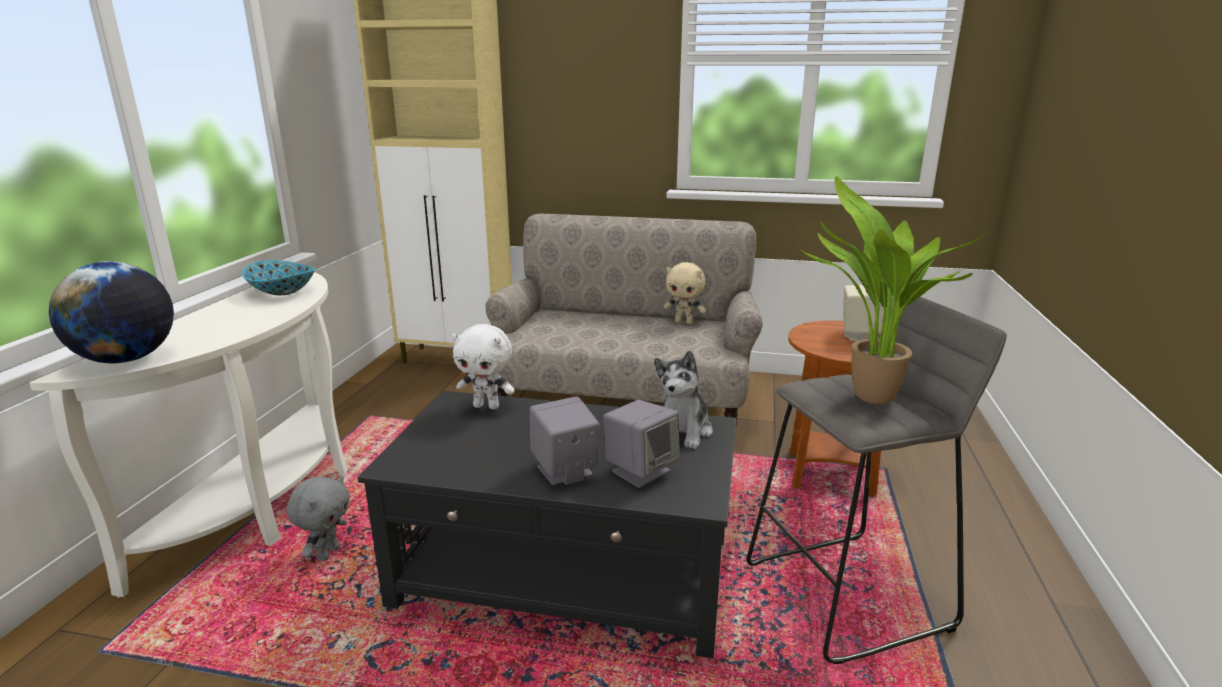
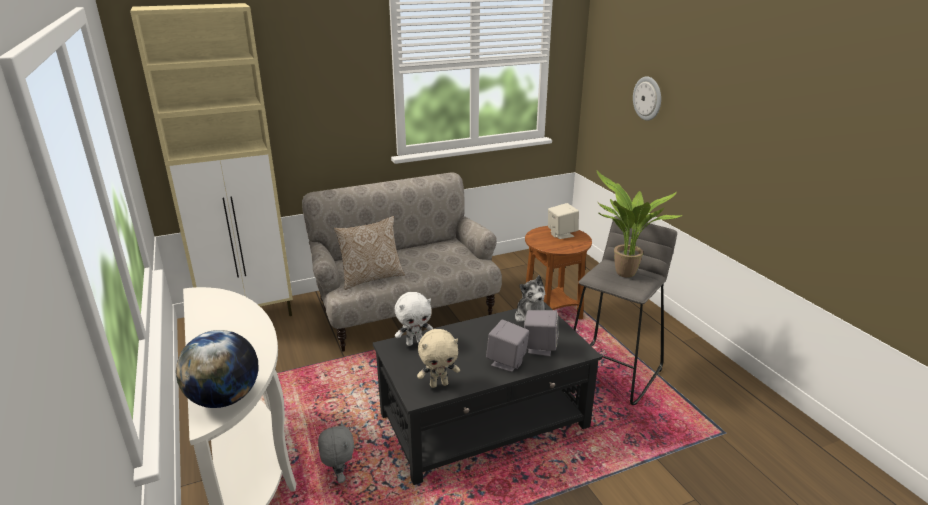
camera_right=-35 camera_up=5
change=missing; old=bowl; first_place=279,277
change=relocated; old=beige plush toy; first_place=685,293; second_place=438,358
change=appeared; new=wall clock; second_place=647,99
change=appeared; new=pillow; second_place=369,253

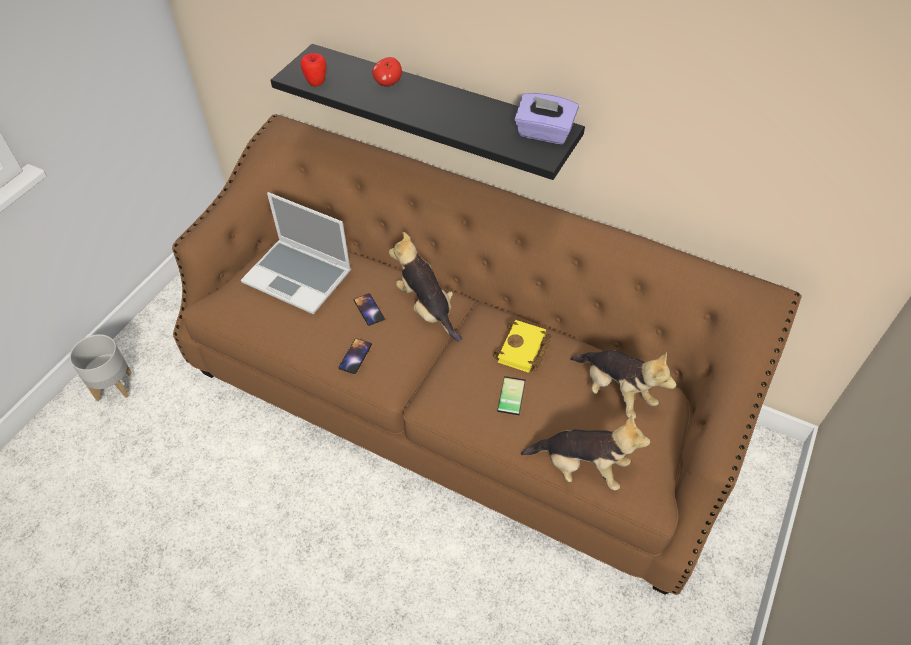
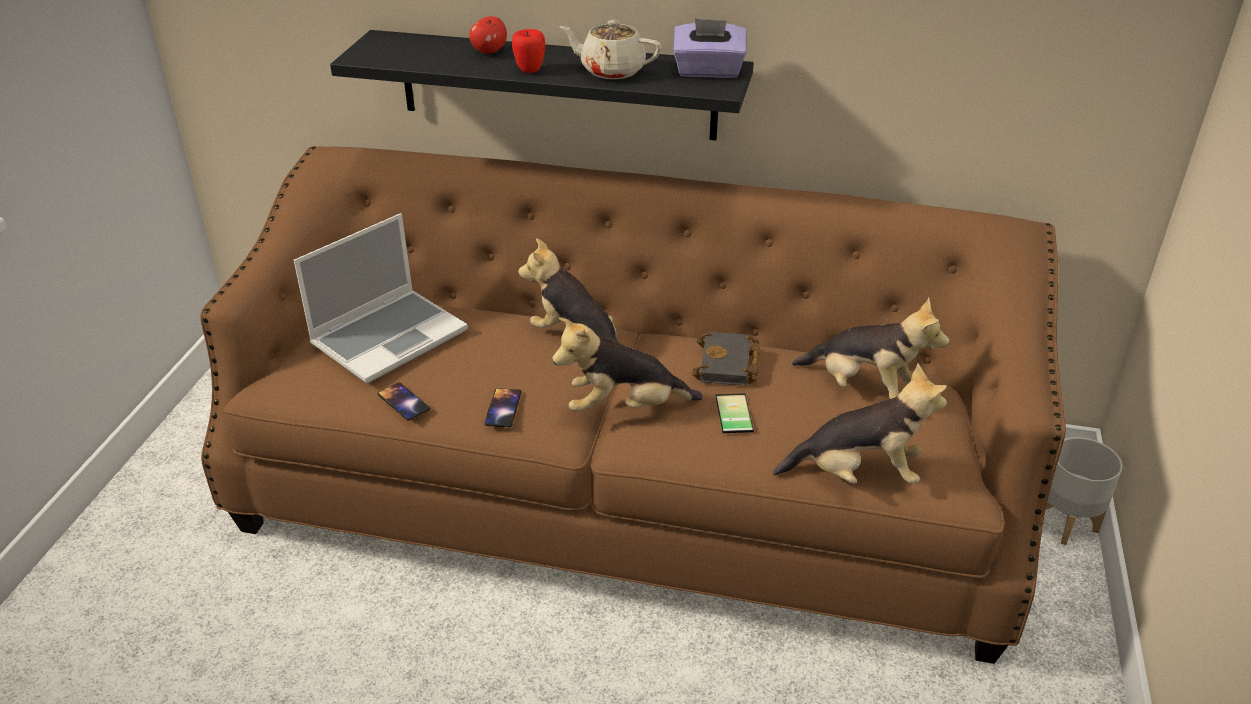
camera_right=-15 camera_up=-15
change=relocated; old=apple; first_place=313,69; second_place=528,51
change=spun; old=laptop; first_place=296,253; second_place=381,298; degrees=-60
change=relocated; old=phone; first_place=369,309; second_place=403,401
change=colour; old=yellow book; new=black book; first_place=522,346; second_place=726,359
change=relocated; old=grey planter; first_place=100,367; second_place=1084,491
change=appeared; new=beige teapot; second_place=610,49
change=appeared; new=plush toy; second_place=627,364

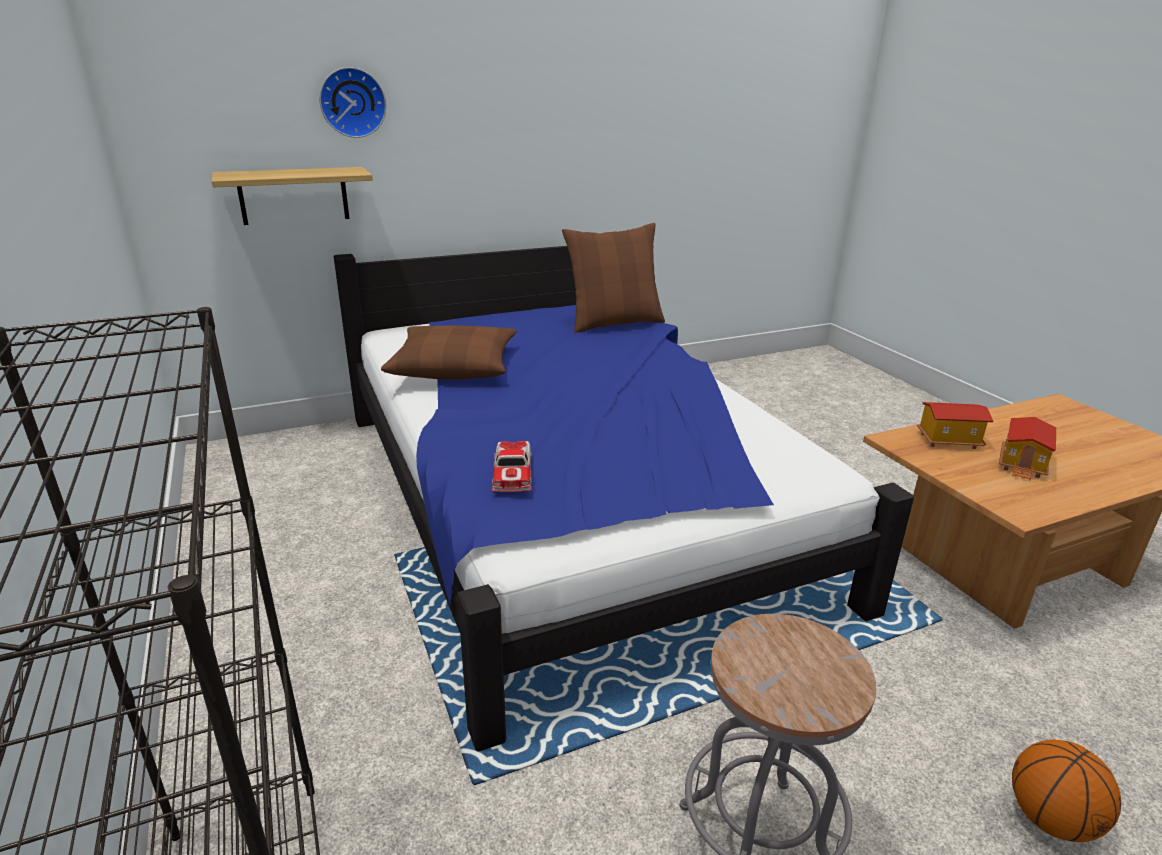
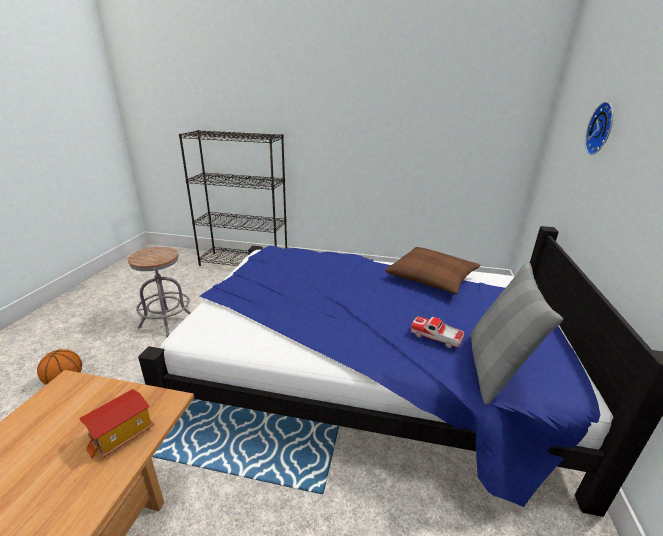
camera_right=125 camera_up=0
change=missing; old=shelf; first_place=292,196
change=colour; old=brown pillow; new=grey pillow; first_place=613,278; second_place=517,333
change=missing; old=toy house; first_place=1027,448
change=relocated; old=toy car; first_place=512,466; second_place=437,332

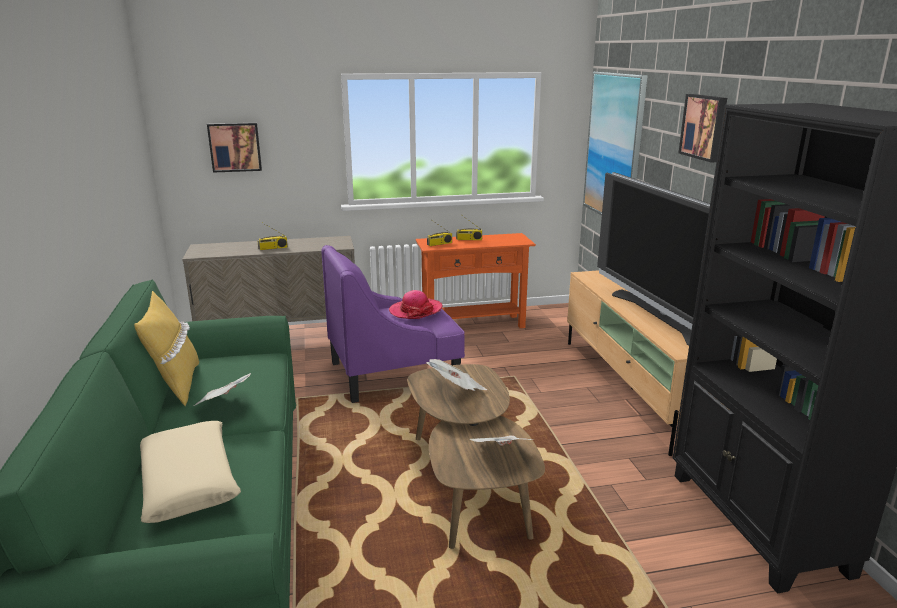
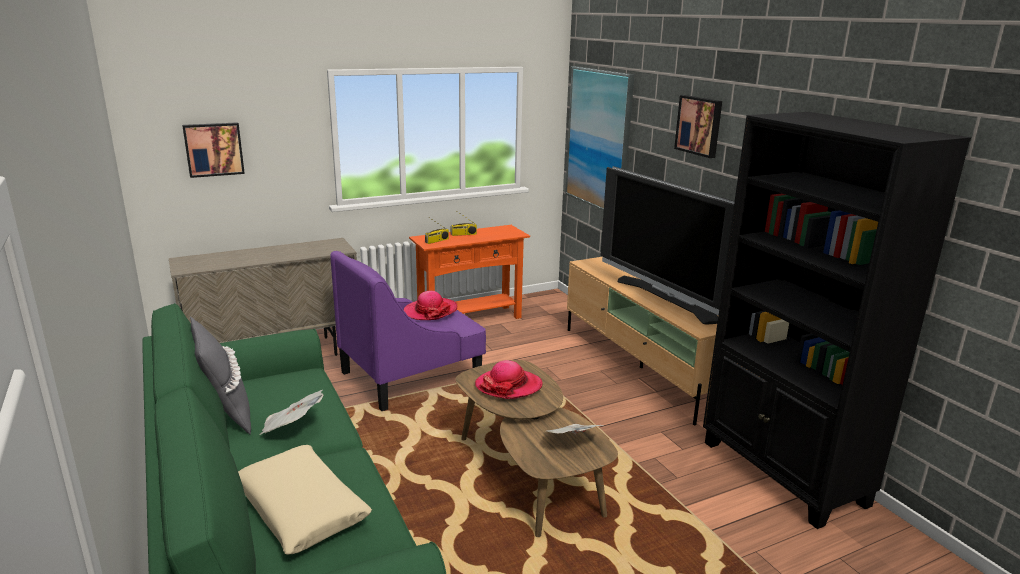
camera_right=-15 camera_up=0
change=missing; old=radio; first_place=272,236
change=colour; old=yellow pillow; new=grey pillow; first_place=166,348; second_place=220,376
change=exchanged; old=newspaper; new=hat; first_place=456,375; second_place=509,379

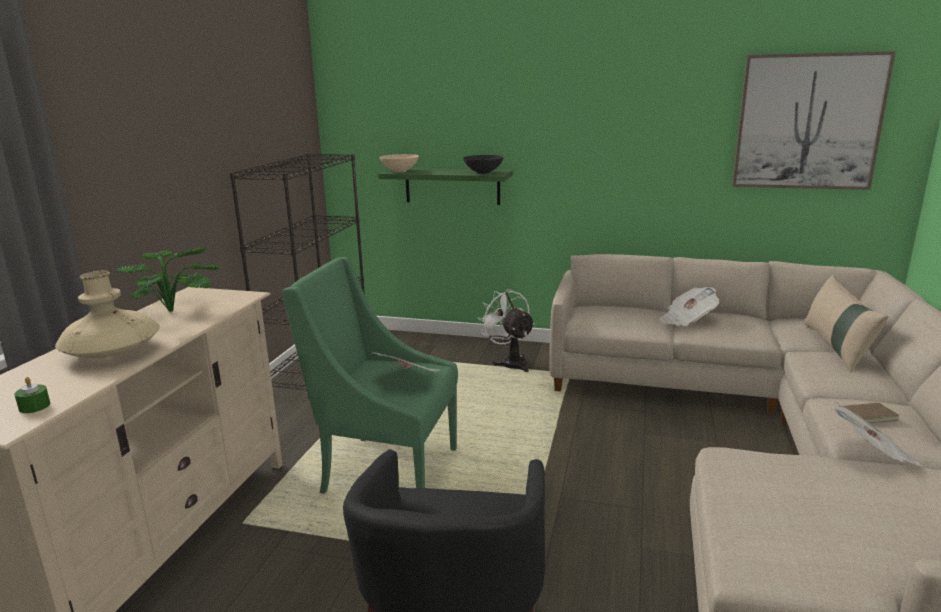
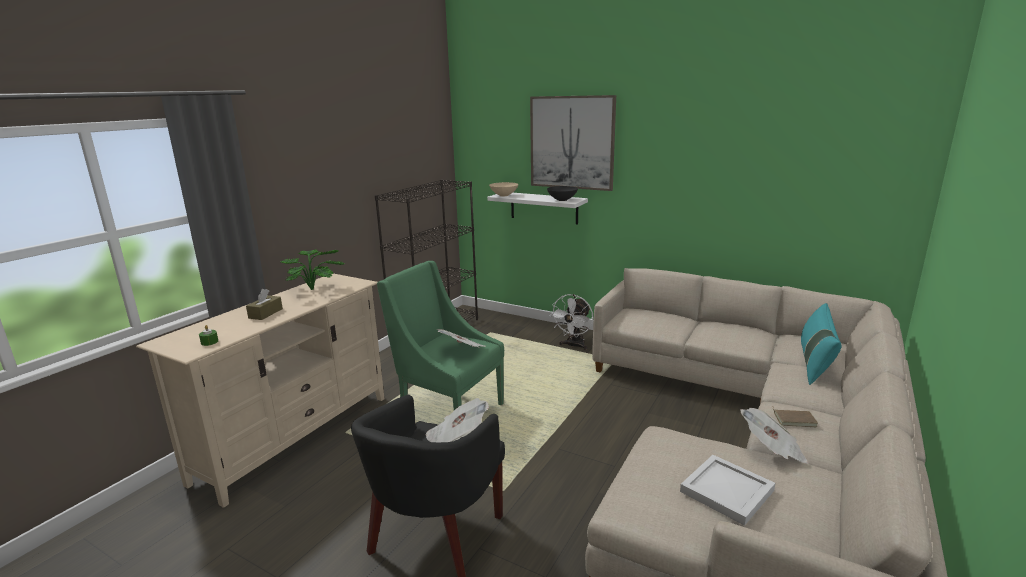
camera_right=15 camera_up=0
change=relocated; old=picture; first_place=814,120; second_place=573,143
change=colour; old=green shelf; new=white shelf; first_place=445,186; second_place=537,209
change=exchanged; old=beige vase; new=brown tissue box; first_place=107,314; second_place=264,304
change=colour; old=beige pillow; new=turquoise pillow; first_place=846,323; second_place=821,344
change=relocated; old=newspaper; first_place=690,306; second_place=457,420
change=spun; old=white fan; first_place=506,330; second_place=571,322; degrees=-135
change=appeared; new=white tray; second_place=727,490

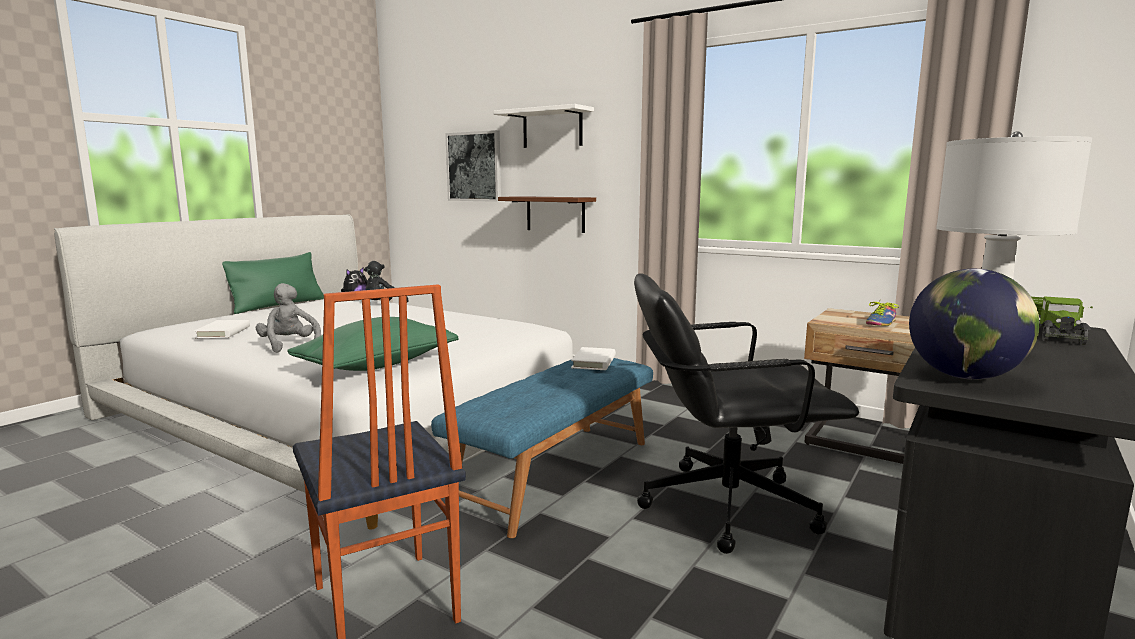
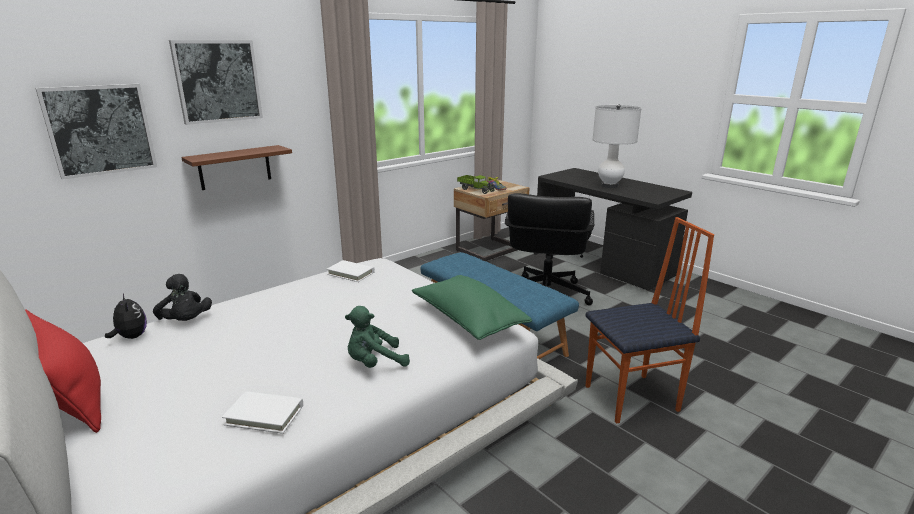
camera_right=-75 camera_up=10
change=exchanged; old=white shelf; new=picture; first_place=543,126; second_place=216,82
change=colour; old=green pillow; new=red pillow; first_place=273,283; second_place=63,371
change=missing; old=globe; first_place=974,324
change=colour; old=grey plush toy; new=green plush toy; first_place=288,318; second_place=377,337
change=relocated; old=toy truck; first_place=1062,320; second_place=476,184
change=relocated; old=white book; first_place=593,358; second_place=350,271

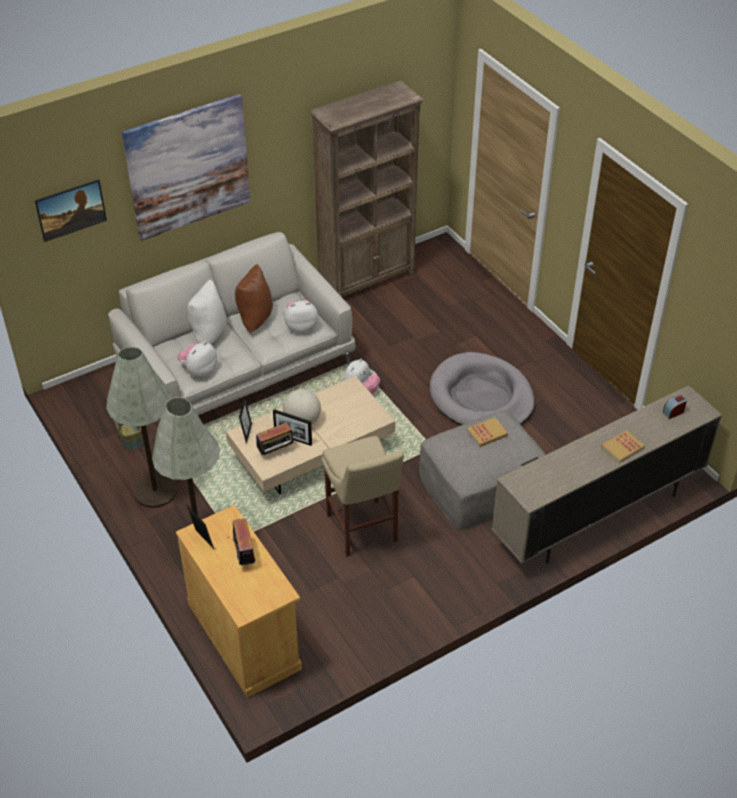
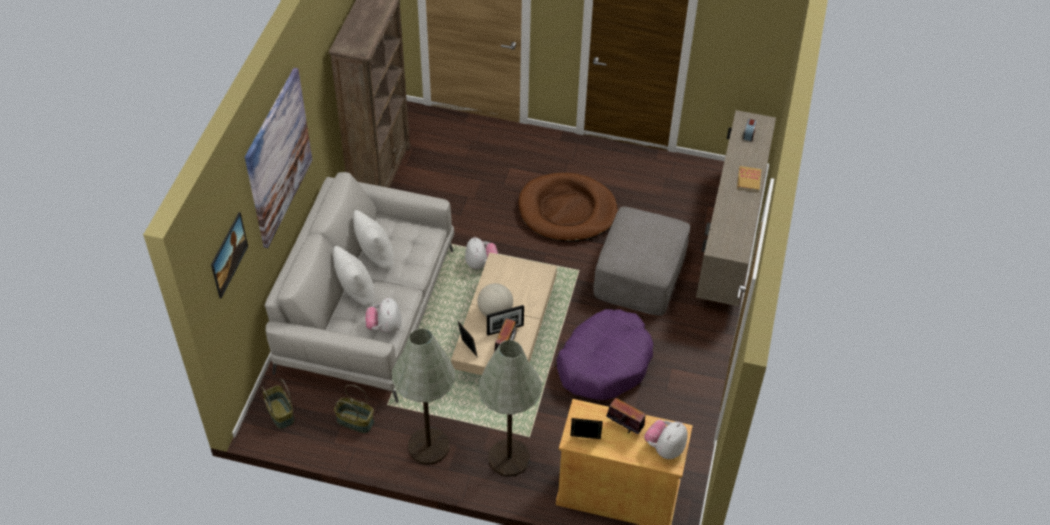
camera_right=-45 camera_up=5
change=colour; old=brown pillow; new=white pillow; first_place=254,298; second_place=373,240
change=relocated; old=plush toy; first_place=301,316; second_place=666,439
change=colour; old=grey dog bed; new=brown dog bed; first_place=482,389; second_place=568,207
change=missing; old=book; first_place=487,432
change=exchanged; old=beige stool; new=purple dog bed; first_place=363,496; second_place=605,354
change=appeared; new=basket; second_place=277,403

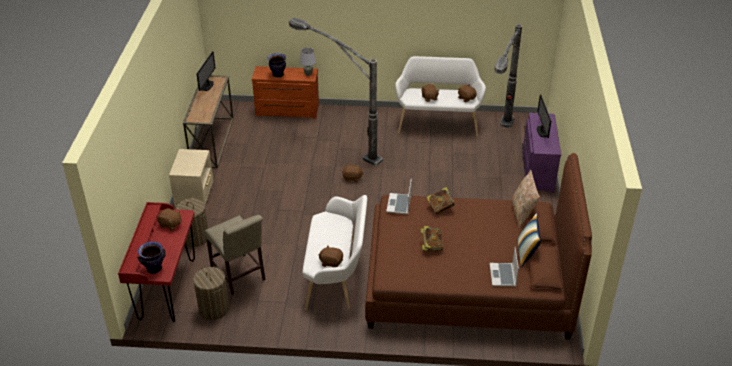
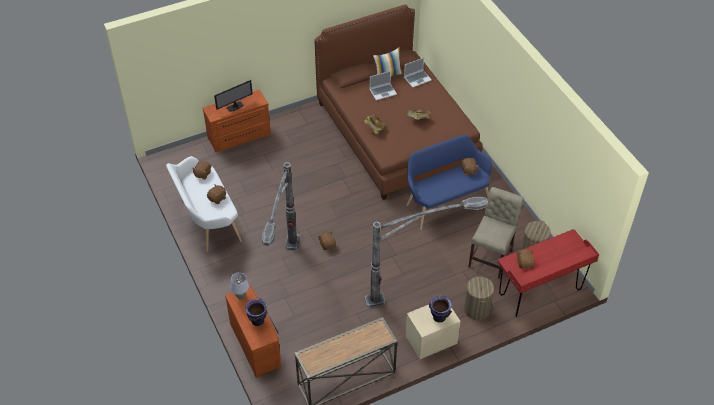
camera_right=-120 camera_up=10
change=relocated; old=floor lamp; first_place=508,76; second_place=426,252
change=missing; old=monitor; first_place=206,71
change=colour; old=purple dresser; new=brown dresser; first_place=541,153; second_place=236,121
change=missing; old=beige pillow; first_place=525,199
change=relocated; old=laptop; first_place=399,196; second_place=383,85
change=colour; old=white bench; new=blue bench; first_place=335,252; second_place=449,182
change=relocated; old=vase; first_place=151,257; second_place=440,309

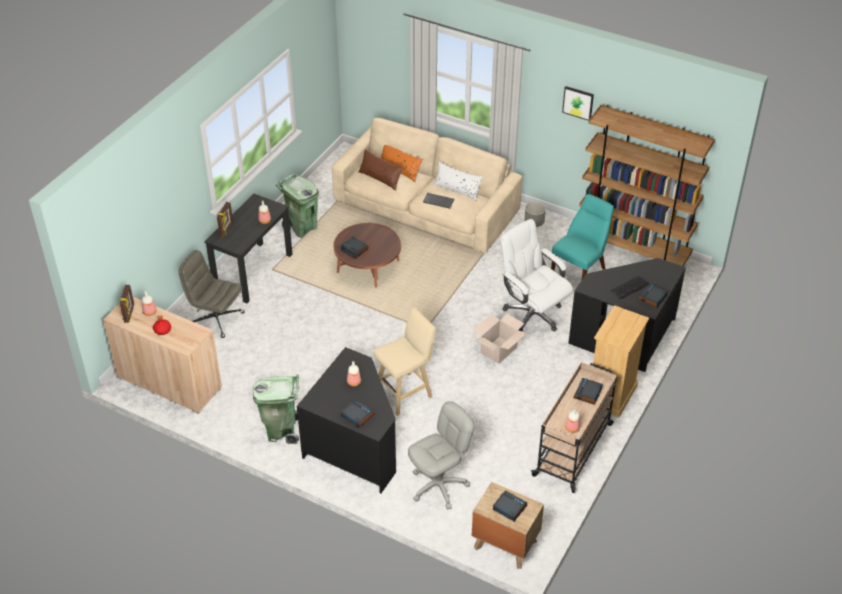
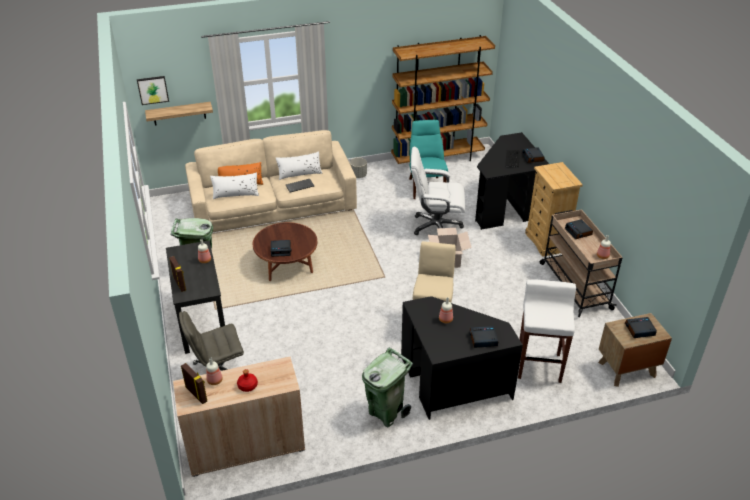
camera_right=-45 camera_up=-5
change=relocated; old=picture; first_place=578,103; second_place=153,90
change=colour; old=brown pillow; new=white pillow; first_place=380,170; second_place=234,186
change=exchanged; old=grey office chair; new=white stool; first_place=441,455; second_place=547,331
change=appeared; new=shelf; second_place=179,114

